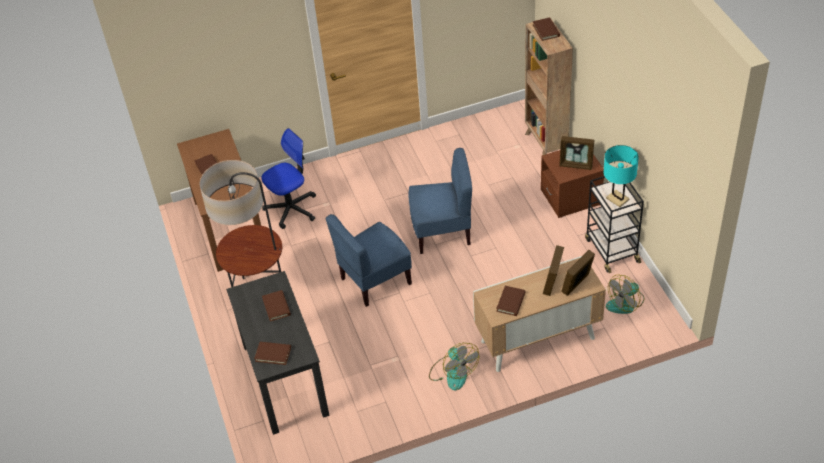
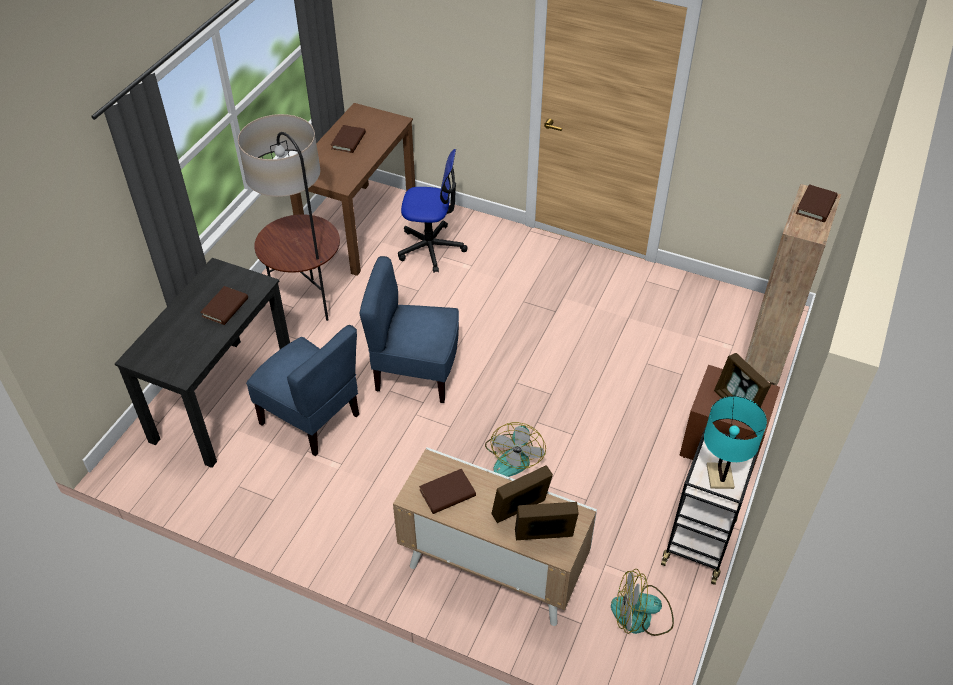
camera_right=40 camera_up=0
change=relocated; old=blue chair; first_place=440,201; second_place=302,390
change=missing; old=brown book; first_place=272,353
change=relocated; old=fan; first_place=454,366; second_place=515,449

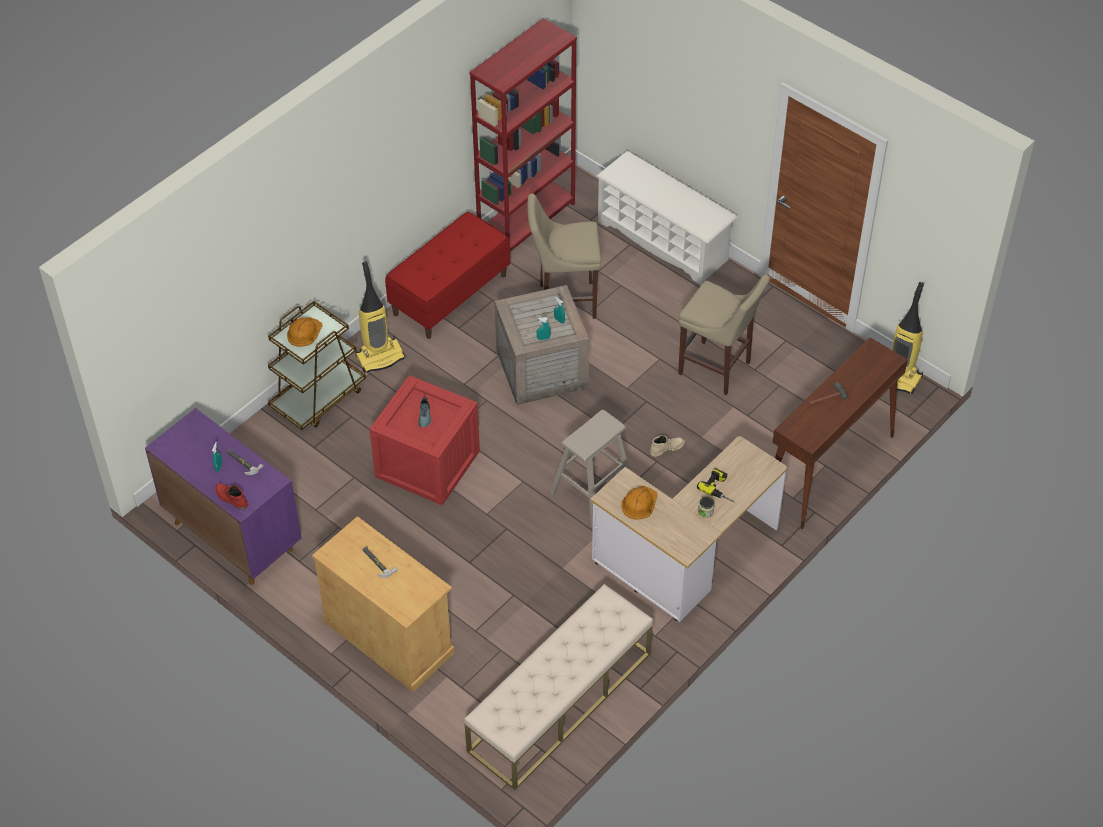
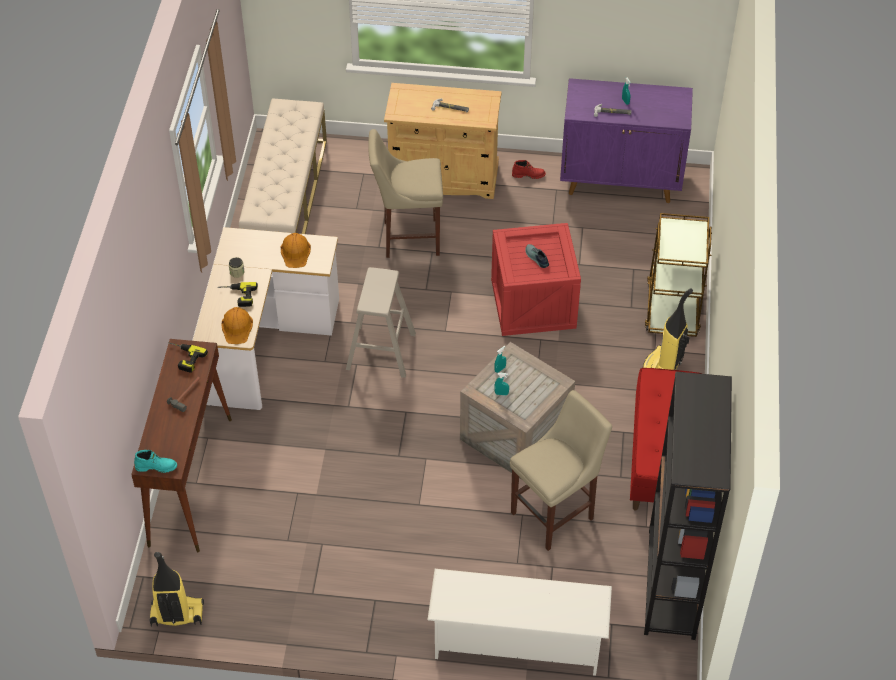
camera_right=145 camera_up=0
change=colour; old=red bookcase; new=black bookcase; first_place=523,135; second_place=688,505
change=relocated; old=beige stool; first_place=724,334; second_place=405,193
change=relocated; old=orange hard hat; first_place=304,332; second_place=237,325
change=missing; old=beige boot; first_place=667,446
change=relocated; old=red boot; first_place=231,496; second_place=529,169
change=appeared; new=power drill; second_place=188,357
change=appeared; new=turquoise boot; second_place=155,461

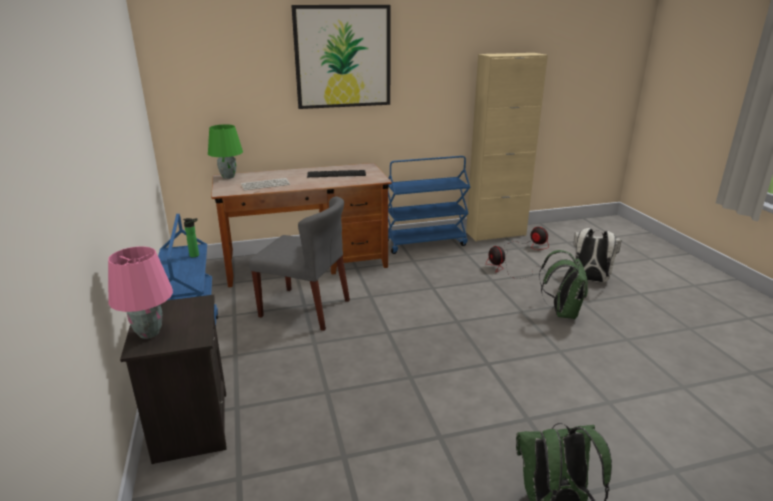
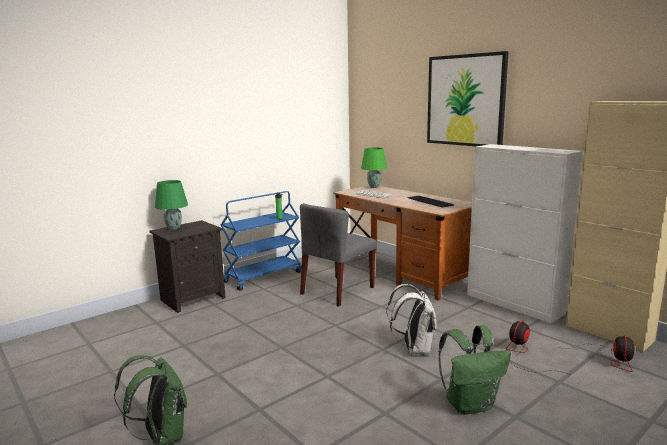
camera_right=65 camera_up=-10
change=exchanged; old=blue cart; new=white cabinet; first_place=429,205; second_place=525,233
change=spun; old=grey chair; first_place=299,263; second_place=338,255; degrees=45
change=relocated; old=white backpack; first_place=598,255; second_place=412,319
change=colour; old=pink table lamp; new=green table lamp; first_place=140,292; second_place=171,205

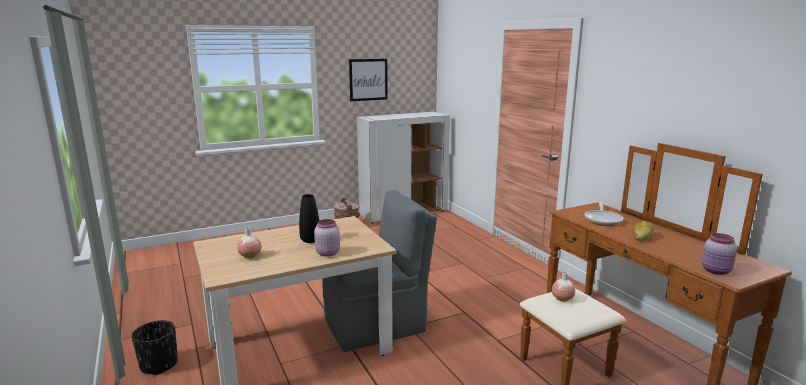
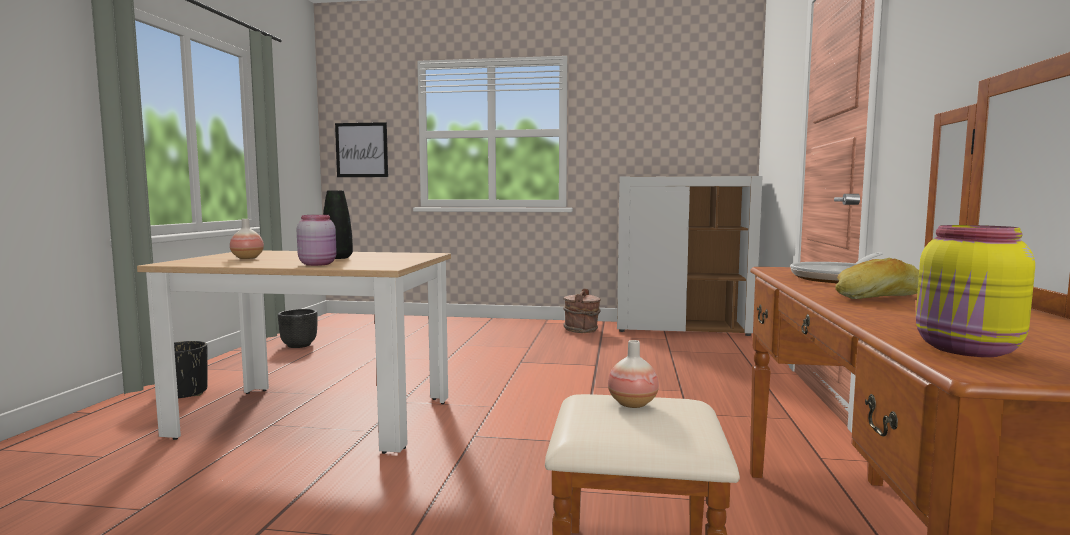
camera_right=35 camera_up=-10
change=relocated; old=picture; first_place=368,80; second_place=361,149
change=missing; old=grey chair; first_place=379,271
change=colour; old=pink jar; new=yellow jar; first_place=719,254; second_place=975,291
change=appeared; new=black planter; second_place=297,328

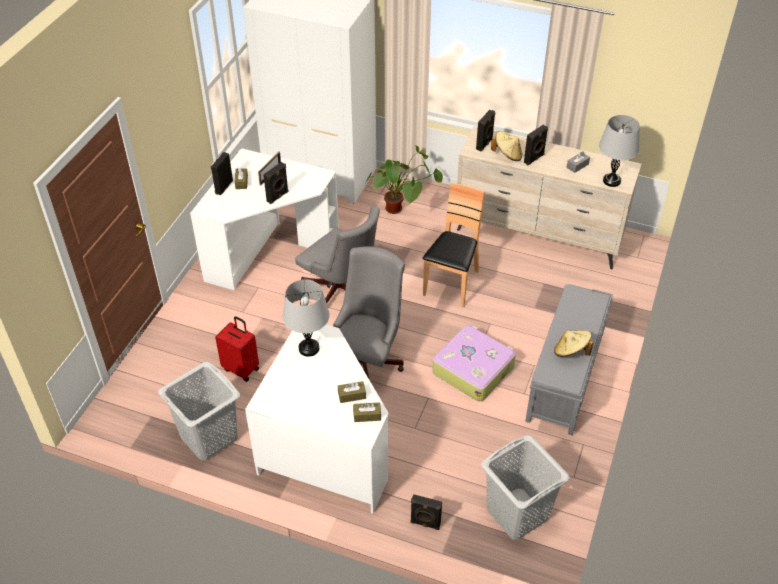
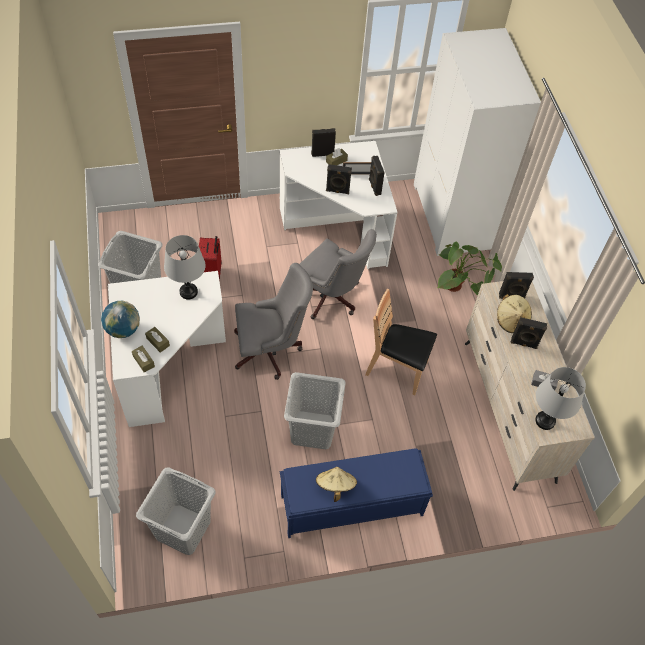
camera_right=55 camera_up=10
change=spun; old=brown chair; first_place=453,245; second_place=401,342; degrees=-150
change=spun; old=grey office chair; first_place=337,254; second_place=338,274; degrees=-60
change=colour; old=grey bench; new=blue bench; first_place=569,360; second_place=356,493
change=exchanged; old=suitcase; new=grey laundry basket; first_place=474,363; second_place=315,410
change=relocated; old=black speaker; first_place=426,512; second_place=377,176
change=appeared; new=globe; second_place=120,319

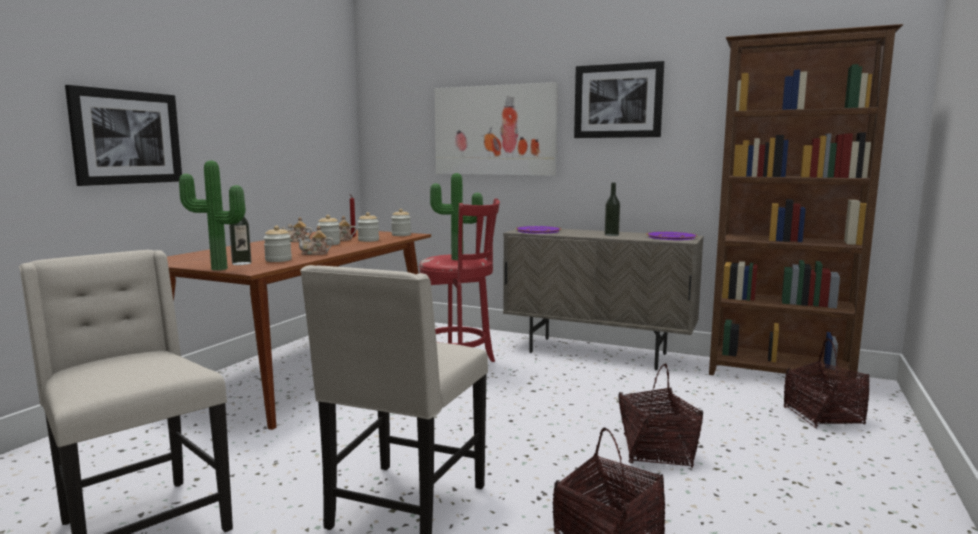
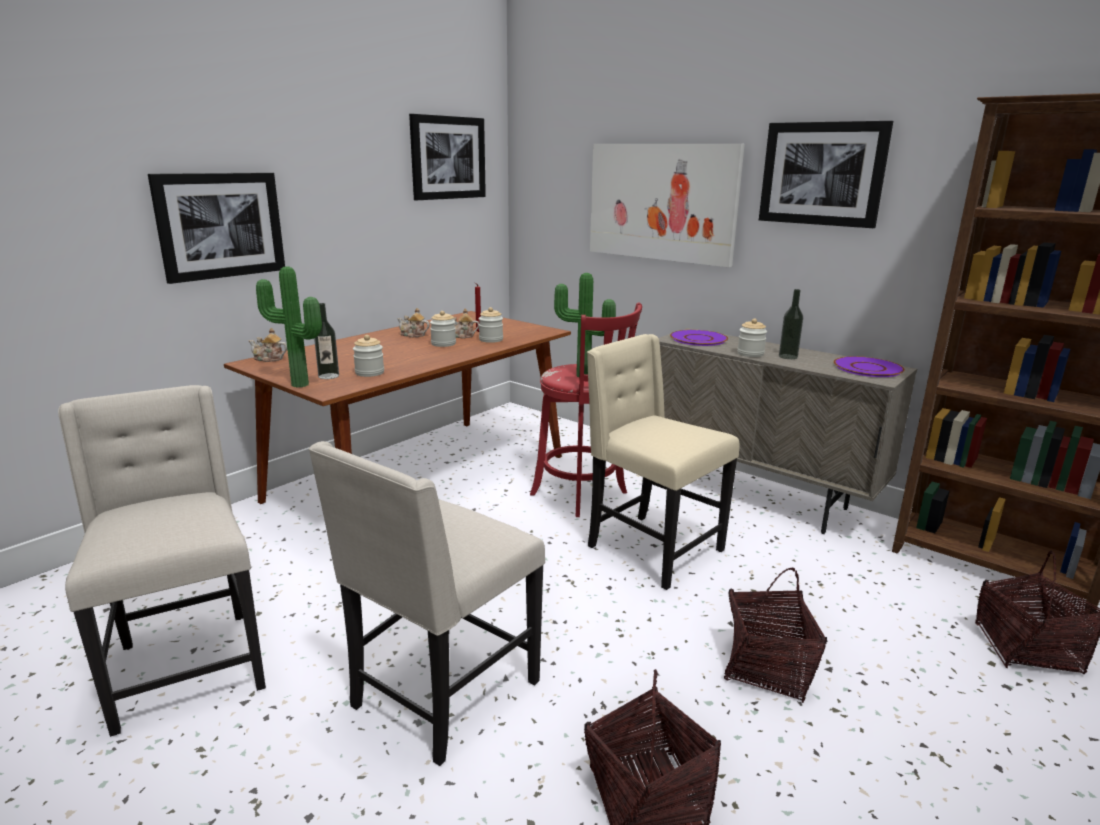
camera_right=15 camera_up=10
change=relocated; old=jar; first_place=401,222; second_place=752,337
change=relocated; old=teapot; first_place=315,240; second_place=268,345
change=appeared; new=picture; second_place=447,157
change=appeared; new=beige chair; second_place=663,462

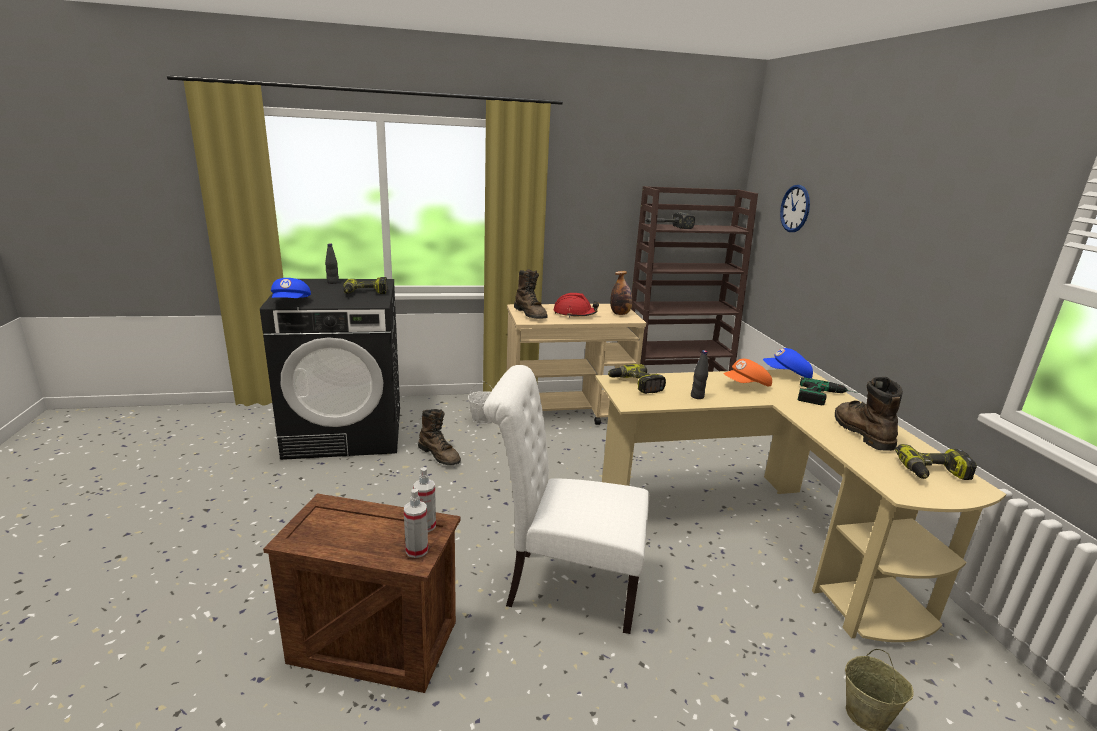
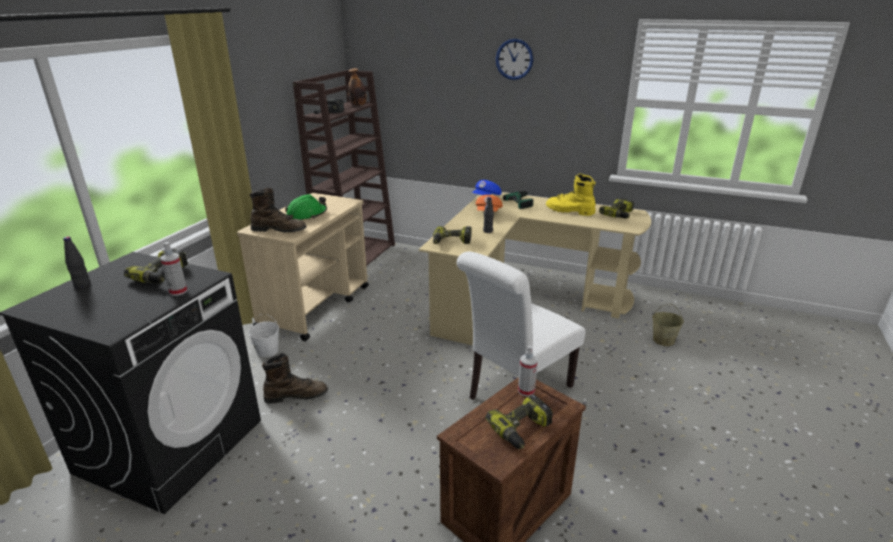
camera_right=-55 camera_up=5
change=relocated; old=wall clock; first_place=795,208; second_place=514,59
change=relocated; old=bottle; first_place=621,293; second_place=357,87
change=missing; old=blue cap; first_place=291,288
change=colour; old=red hard hat; new=green hard hat; first_place=576,305; second_place=306,207
change=colour; old=brown boot; new=yellow boot; first_place=869,414; second_place=571,195
change=relocated; old=spray bottle; first_place=416,523; second_place=174,269
change=appeared; new=power drill; second_place=519,422

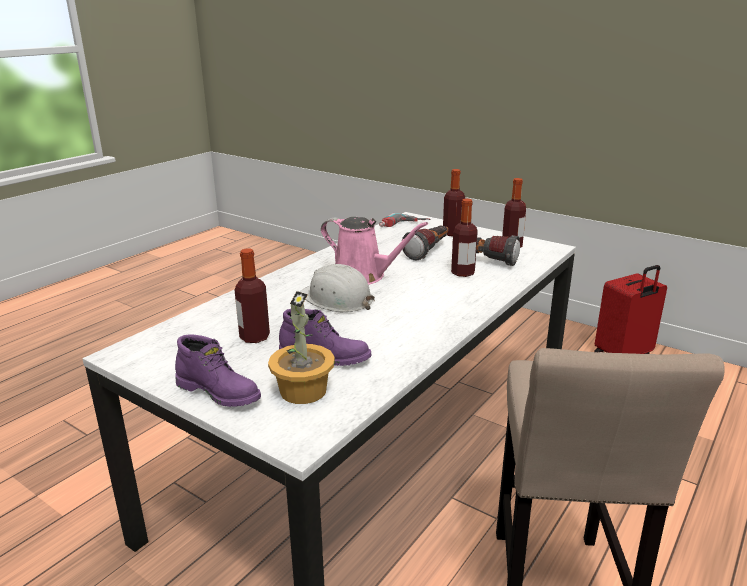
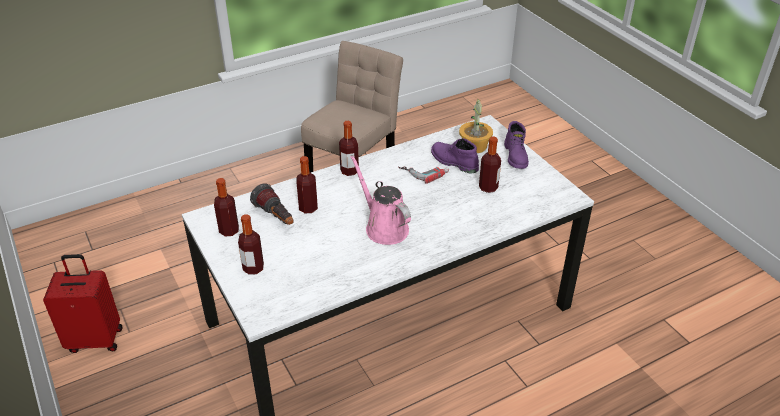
camera_right=-155 camera_up=15
change=relocated; old=power drill; first_place=405,220; second_place=423,175
change=missing; old=flashlight; first_place=425,242
change=missing; old=white hard hat; first_place=337,288
change=spun; old=purple boot; first_place=218,371; second_place=516,145; degrees=-150
change=appeared; new=bottle; second_place=349,148

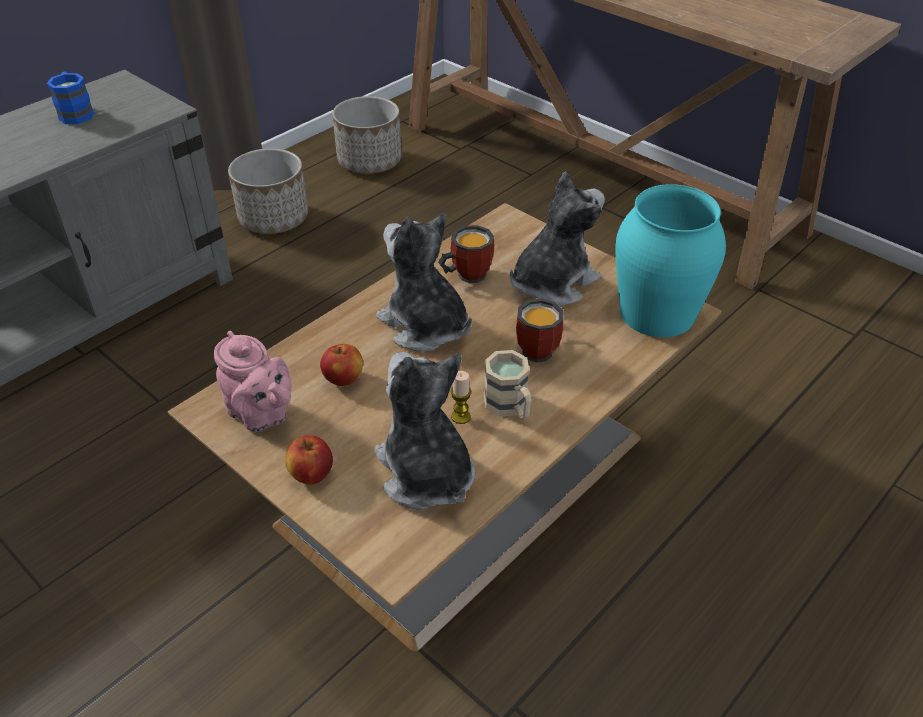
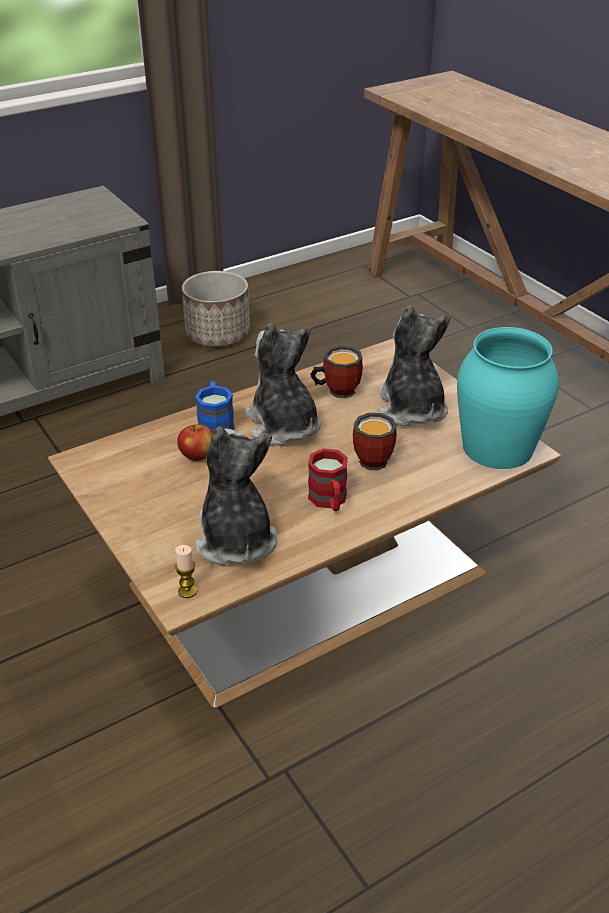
camera_right=15 camera_up=-5
change=relocated; old=blue mug; first_place=70,98; second_place=215,407
change=missing; old=planter; first_place=366,135
change=spun; old=plush toy; first_place=557,238; second_place=414,366; degrees=-75
change=missing; old=pink teapot; first_place=253,381
change=colour; old=beige mug; new=red mug; first_place=507,384; second_place=328,480
change=relocated; old=candle; first_place=461,397; second_place=186,571
change=missing; old=apple; first_place=309,460

